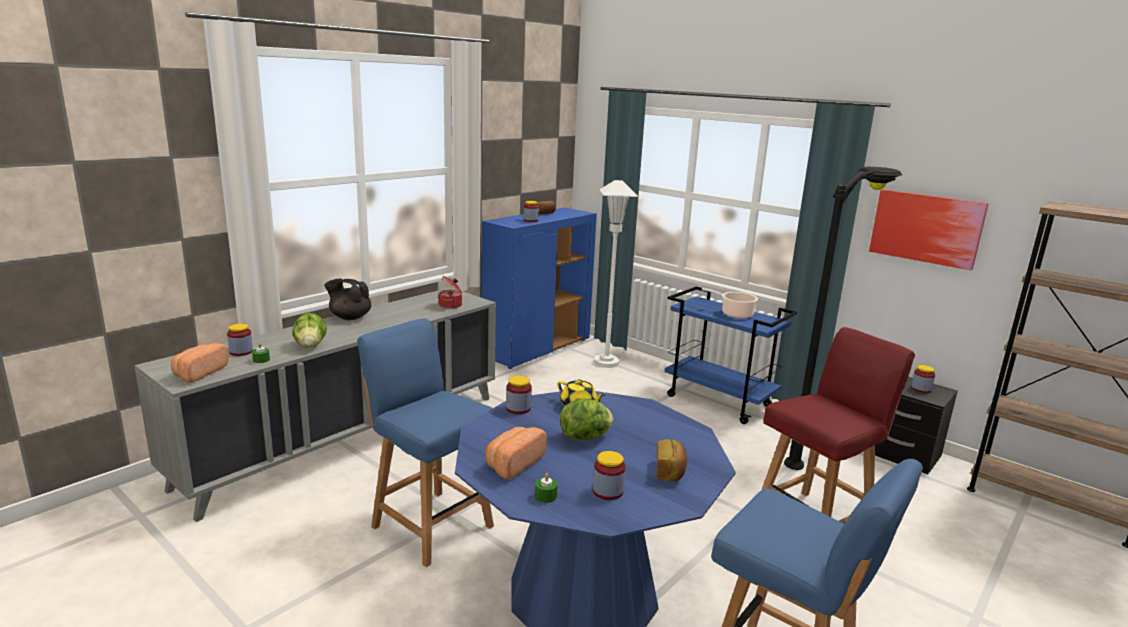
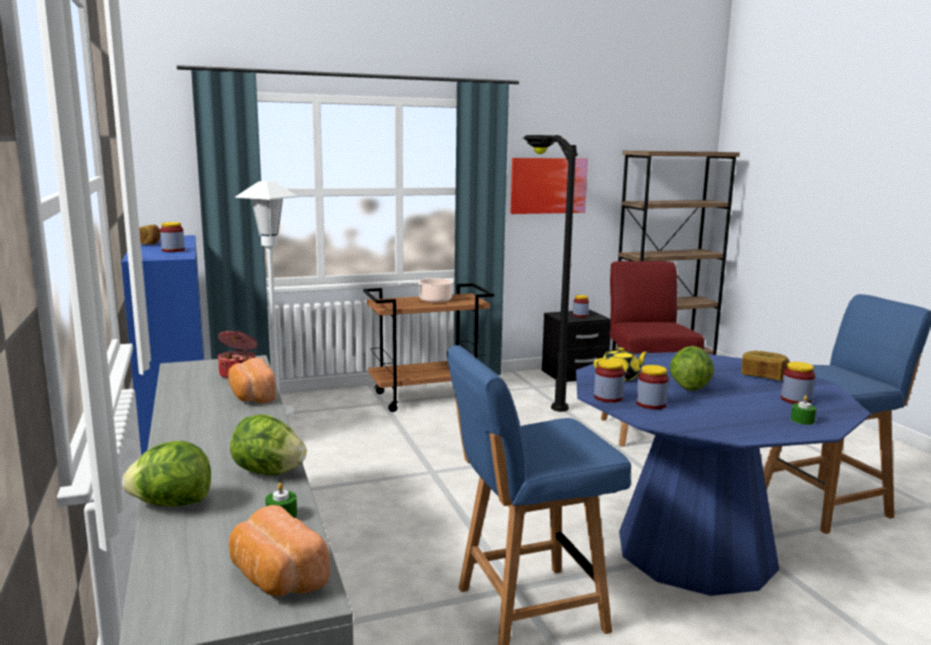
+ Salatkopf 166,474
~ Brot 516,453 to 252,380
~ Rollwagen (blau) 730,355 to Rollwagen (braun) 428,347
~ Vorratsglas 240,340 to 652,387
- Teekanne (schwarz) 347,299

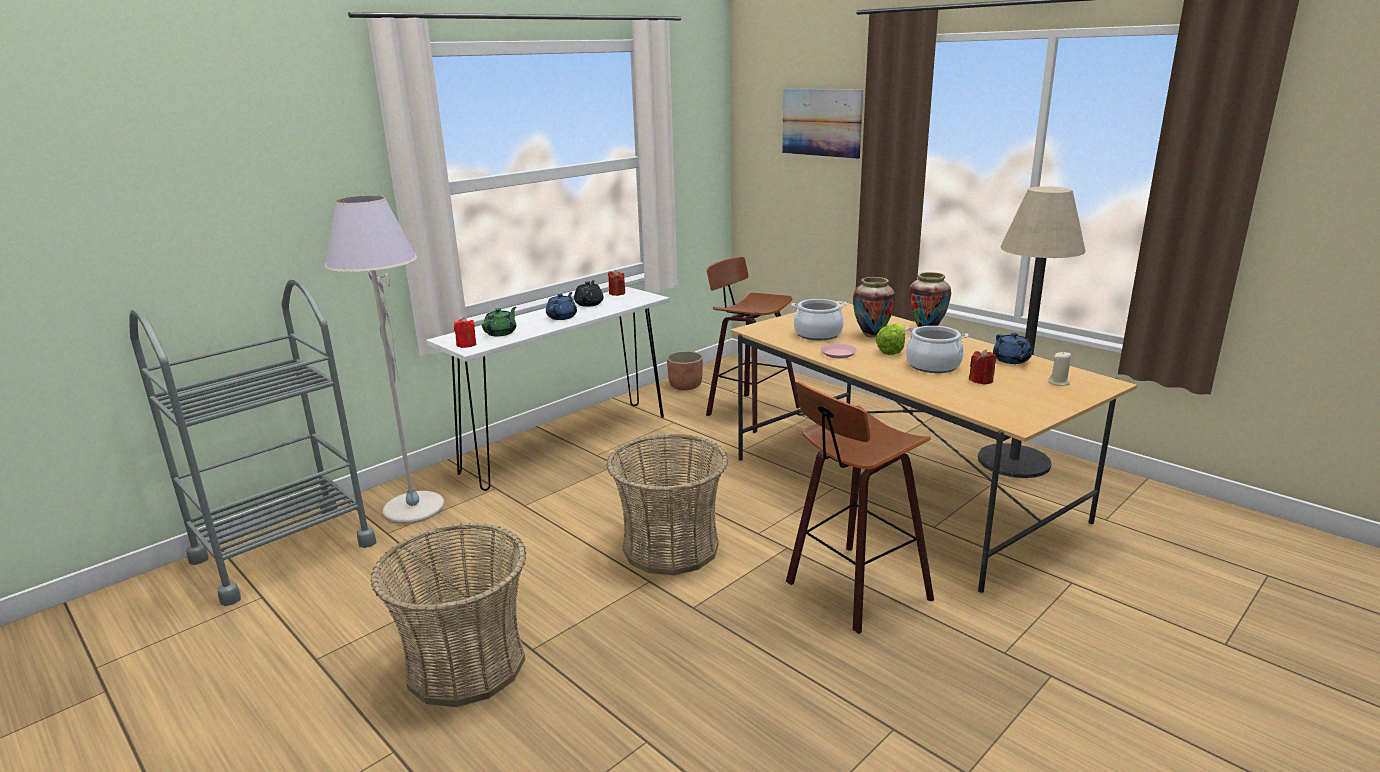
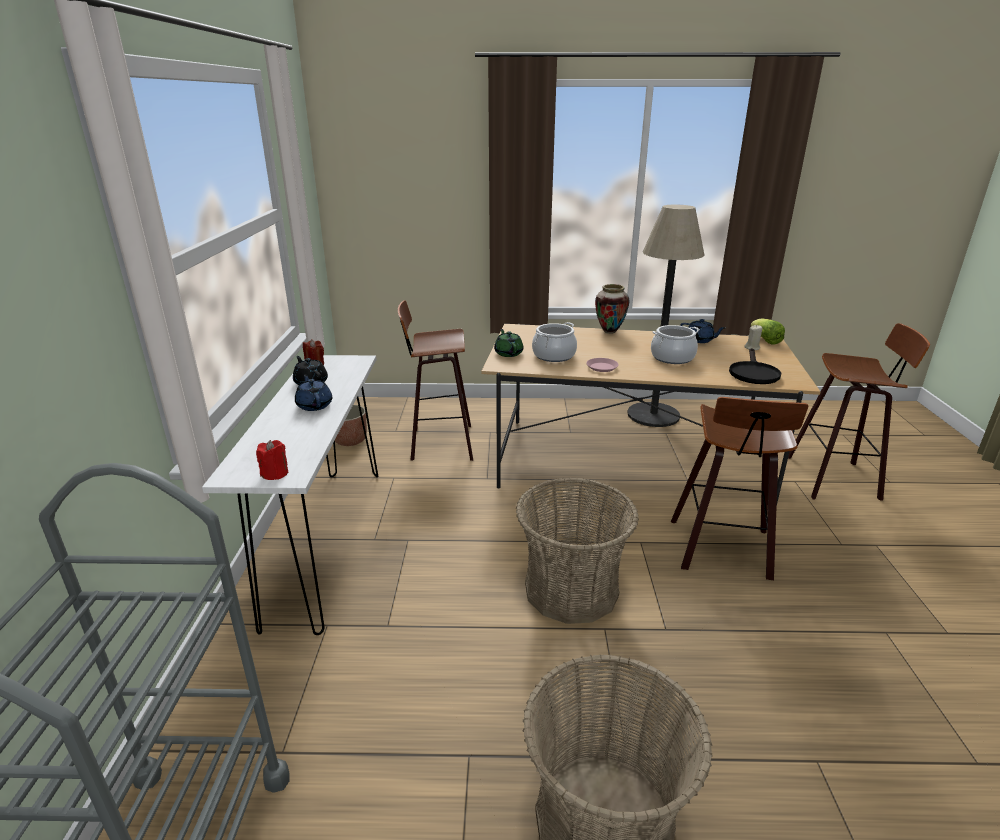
~ Teekanne (grün) 499,321 to 509,343
+ Pfanne (schwarz) 755,366
~ Salatkopf 890,339 to 768,331
+ Hocker 859,411
- Stehlampe (grau) 384,359
- Bild 822,124
- Vase 874,307
- Kerze (rot) 982,366

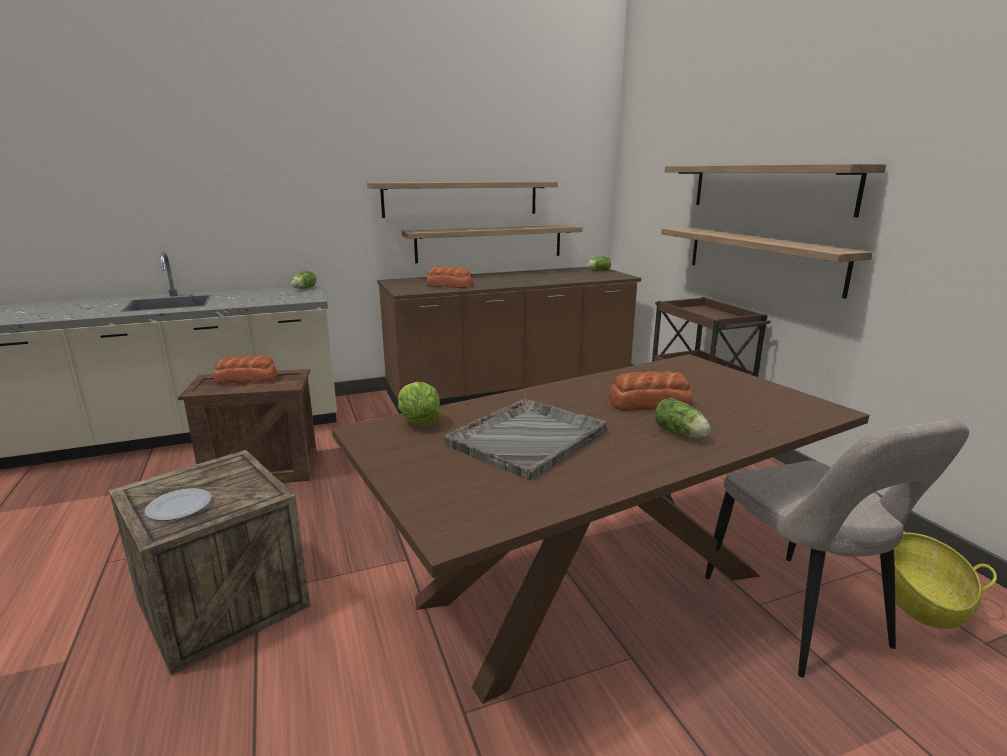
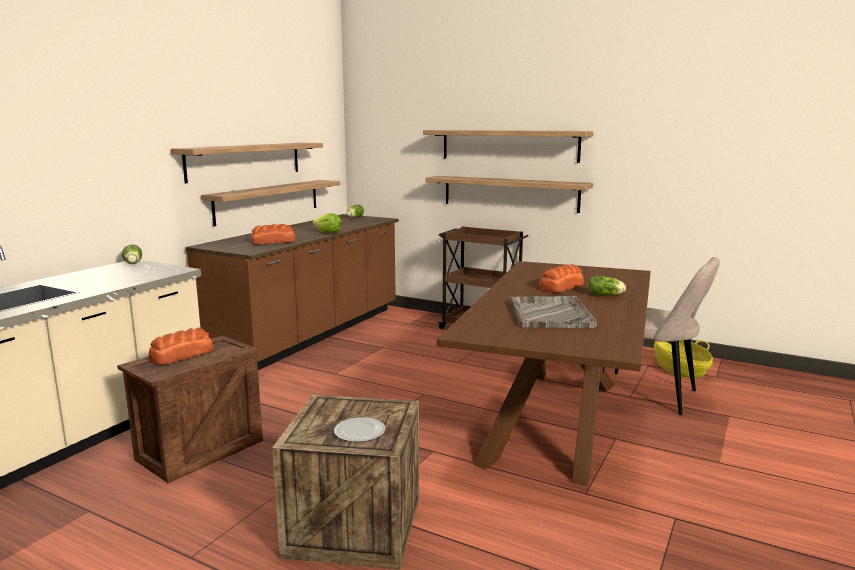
~ Salatkopf 419,403 to 327,223

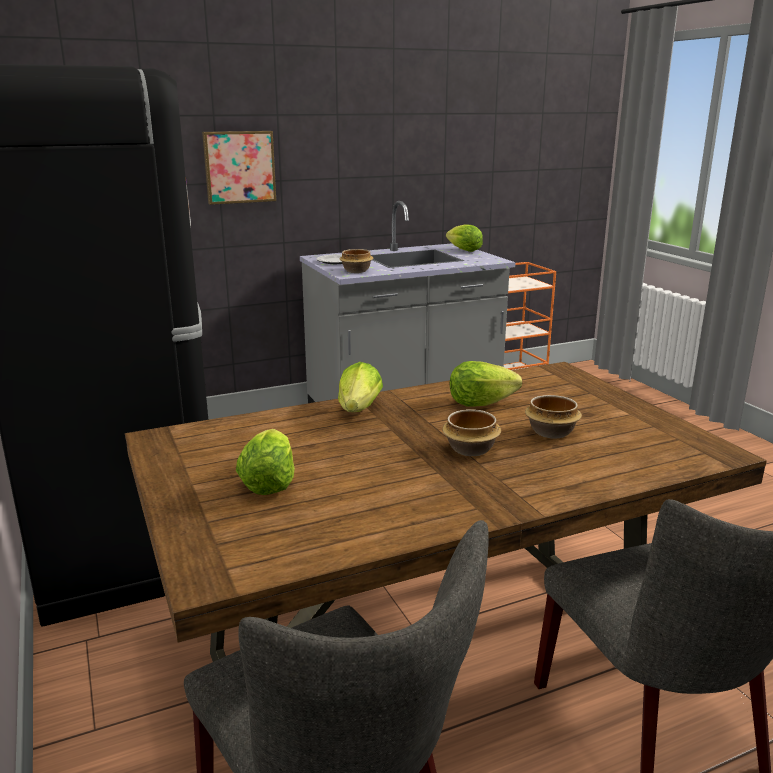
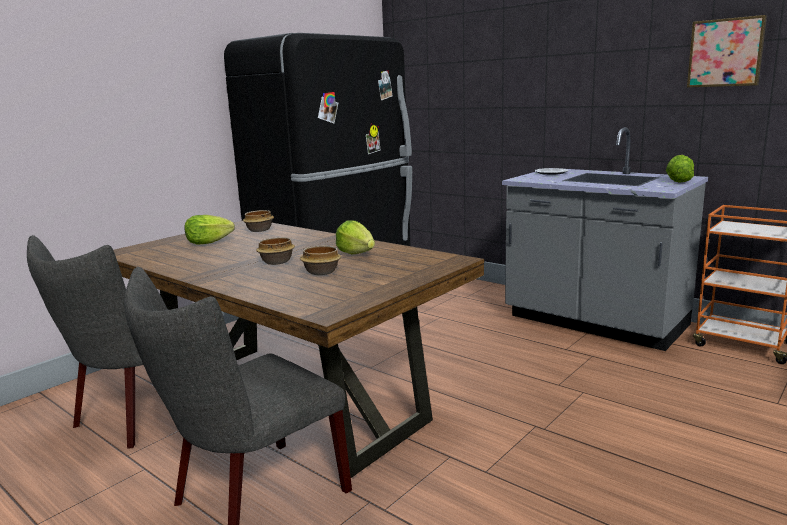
~ Schüssel 356,261 to 258,221
~ Bild 239,168 to 727,51
- Salatkopf 360,387

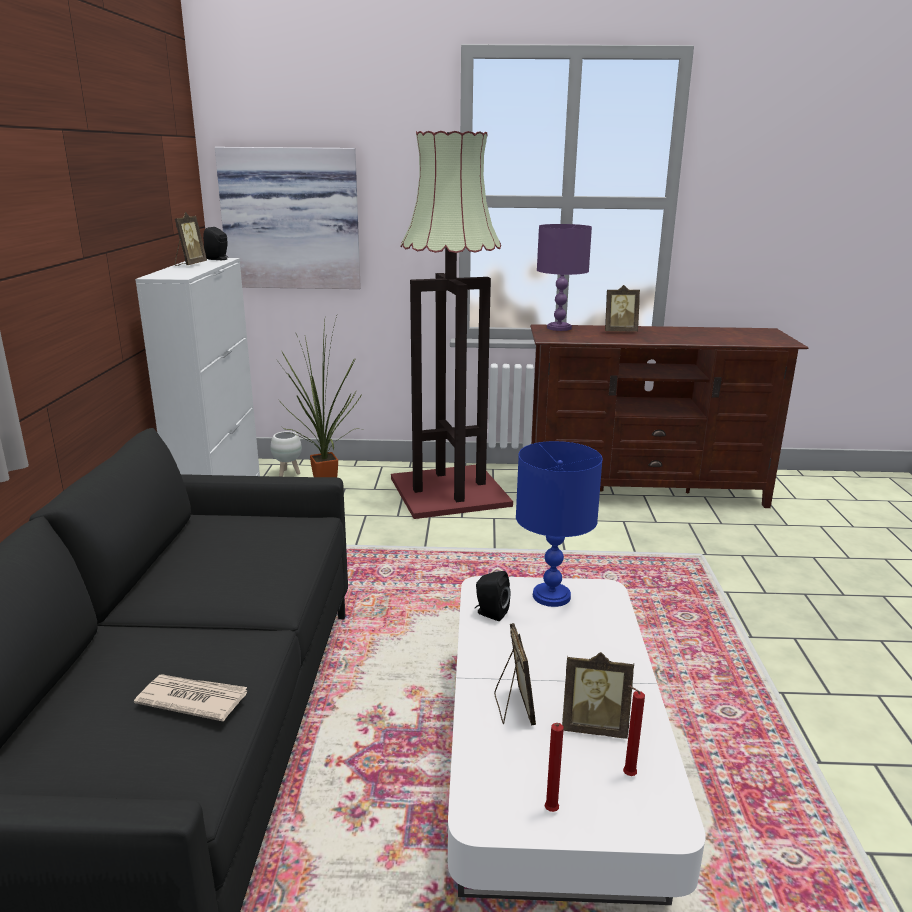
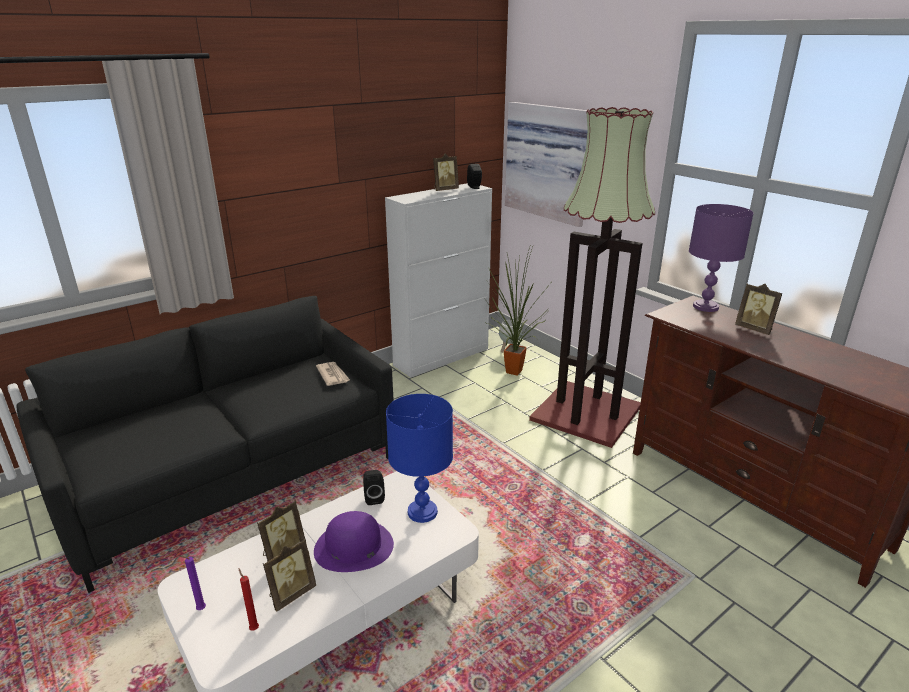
~ Kerze (rot) 554,767 to Kerze (lila) 192,582
~ Bilderrahmen 598,695 = 289,575 105 degrees counterclockwise
+ Hut (lila) 354,541
~ Zeitung 190,698 to 333,374

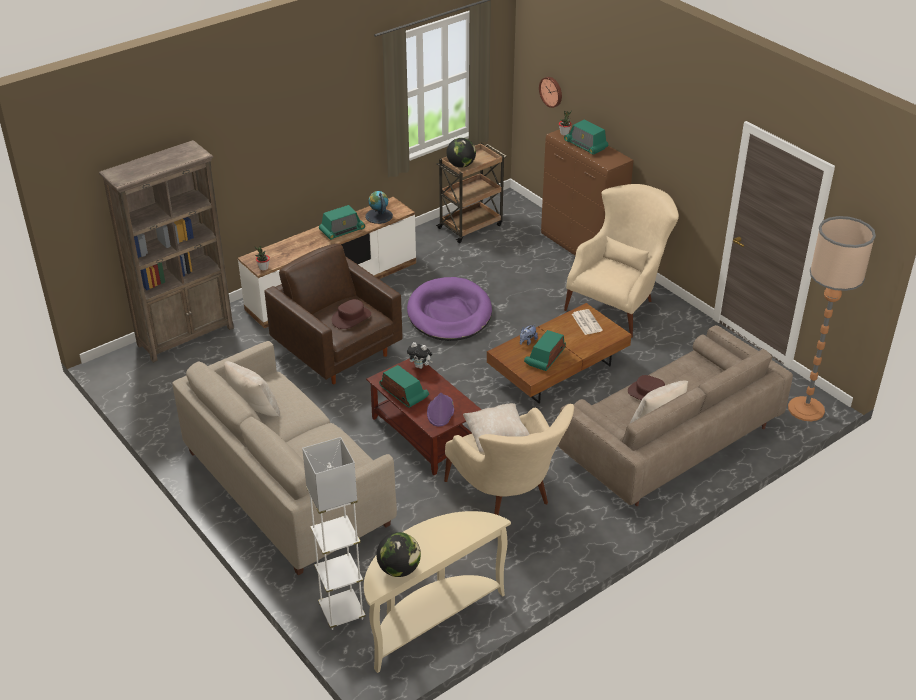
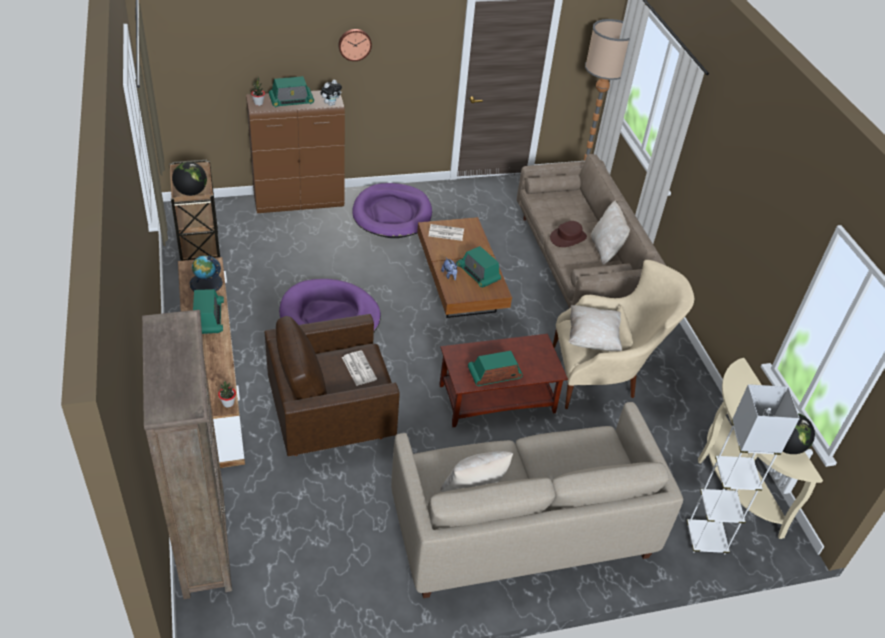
~ Plüschtier 420,355 to 331,93
~ Wanduhr 550,92 to 355,45
~ Hut (braun) 351,314 to Zeitung 359,368
~ Sessel (beige) 621,261 to Hundebett (lila) 392,210
- Hut (lila) 440,410

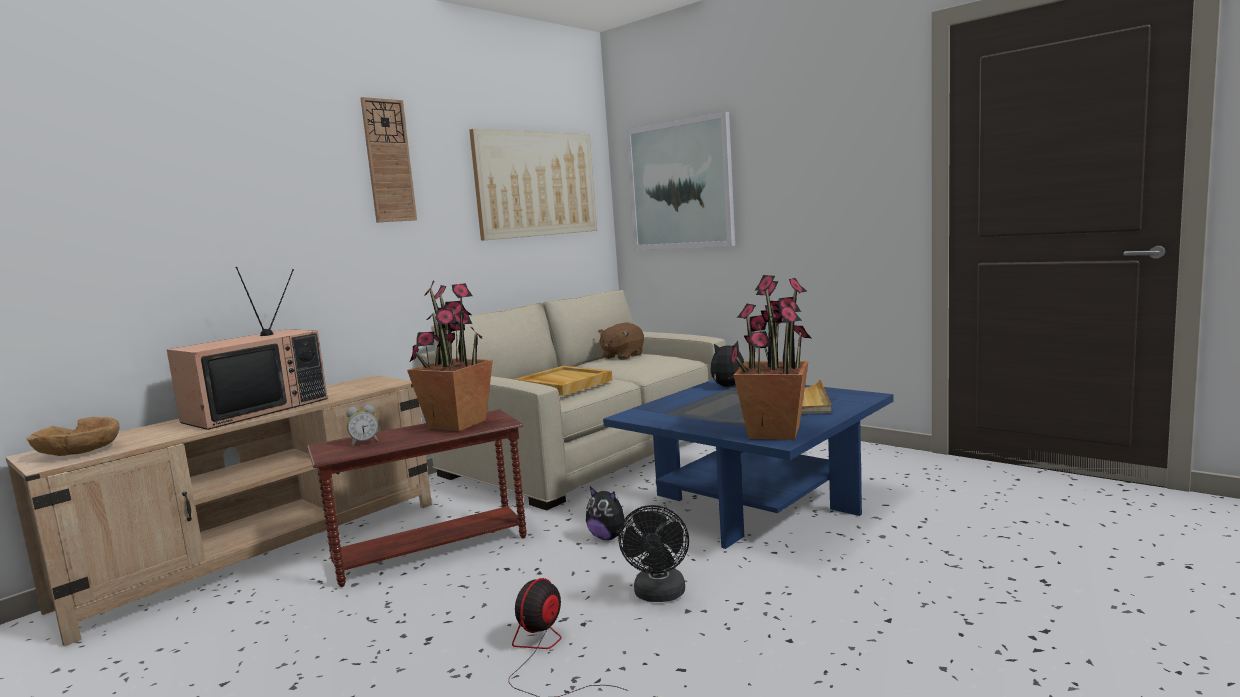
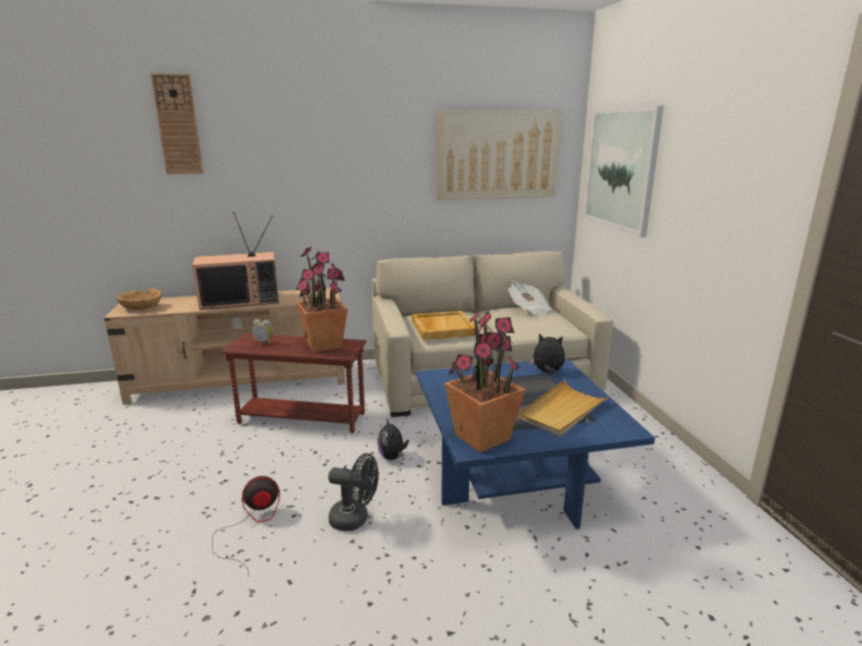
~ Wanduhr 388,160 to 177,123
~ Ventilator (schwarz) 653,553 = 353,492 120 degrees counterclockwise
~ Plüschtier (braun) 621,341 to Zeitung 530,300

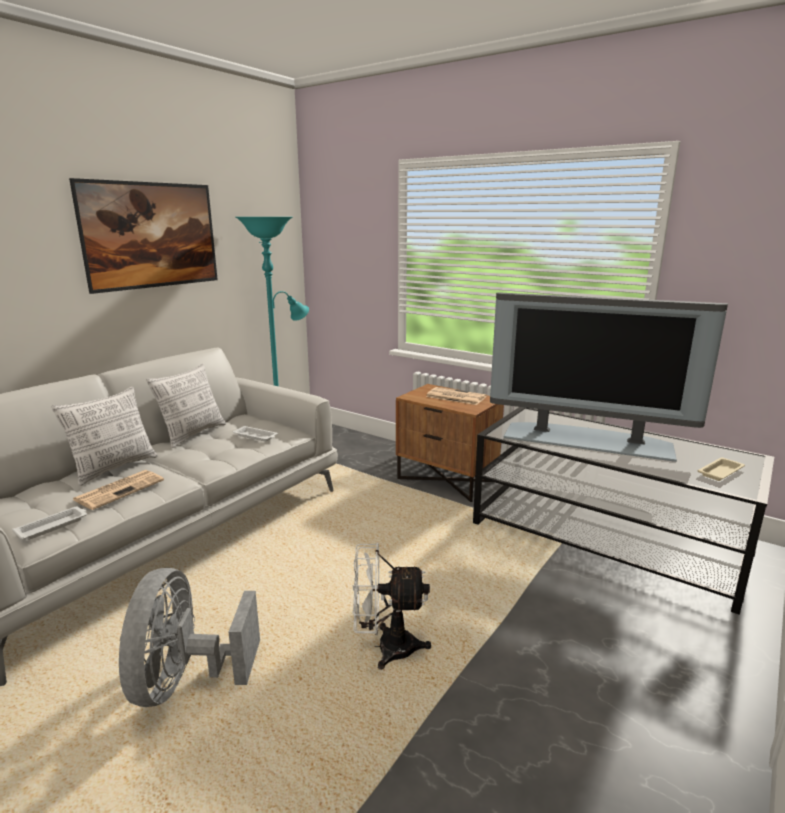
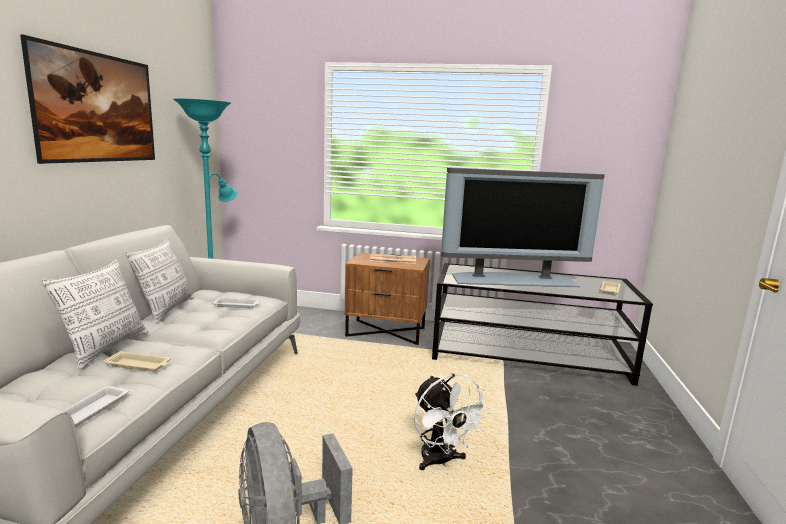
~ Zeitung 118,490 to Tablett (beige) 137,361
~ Ventilator (weiß) 391,606 = 452,421 90 degrees counterclockwise

